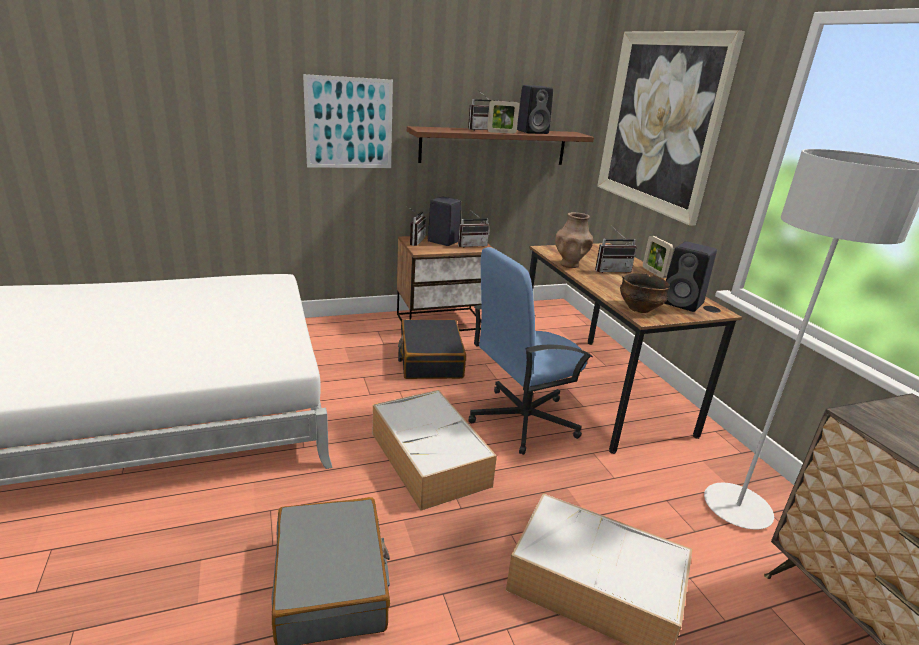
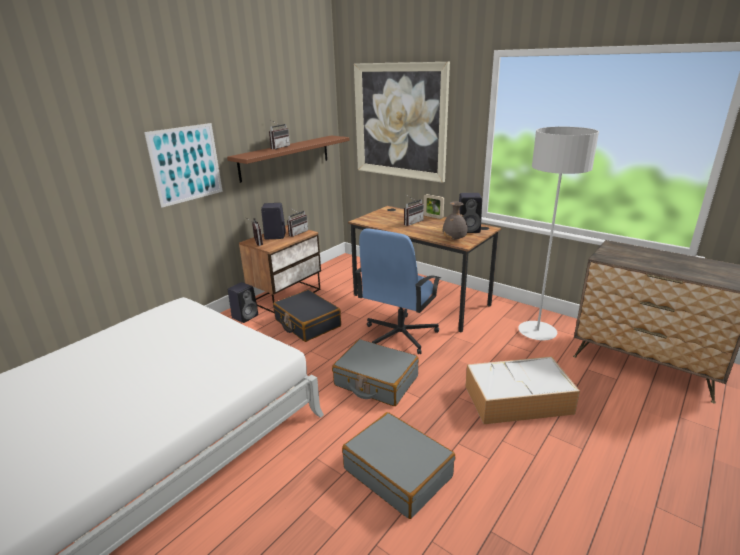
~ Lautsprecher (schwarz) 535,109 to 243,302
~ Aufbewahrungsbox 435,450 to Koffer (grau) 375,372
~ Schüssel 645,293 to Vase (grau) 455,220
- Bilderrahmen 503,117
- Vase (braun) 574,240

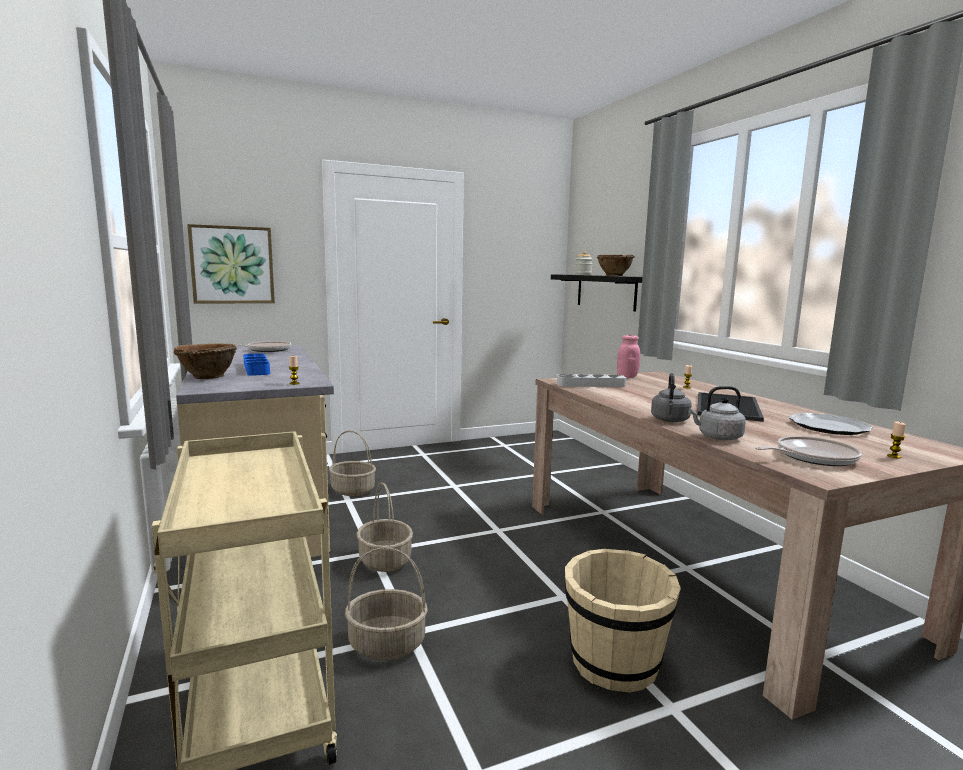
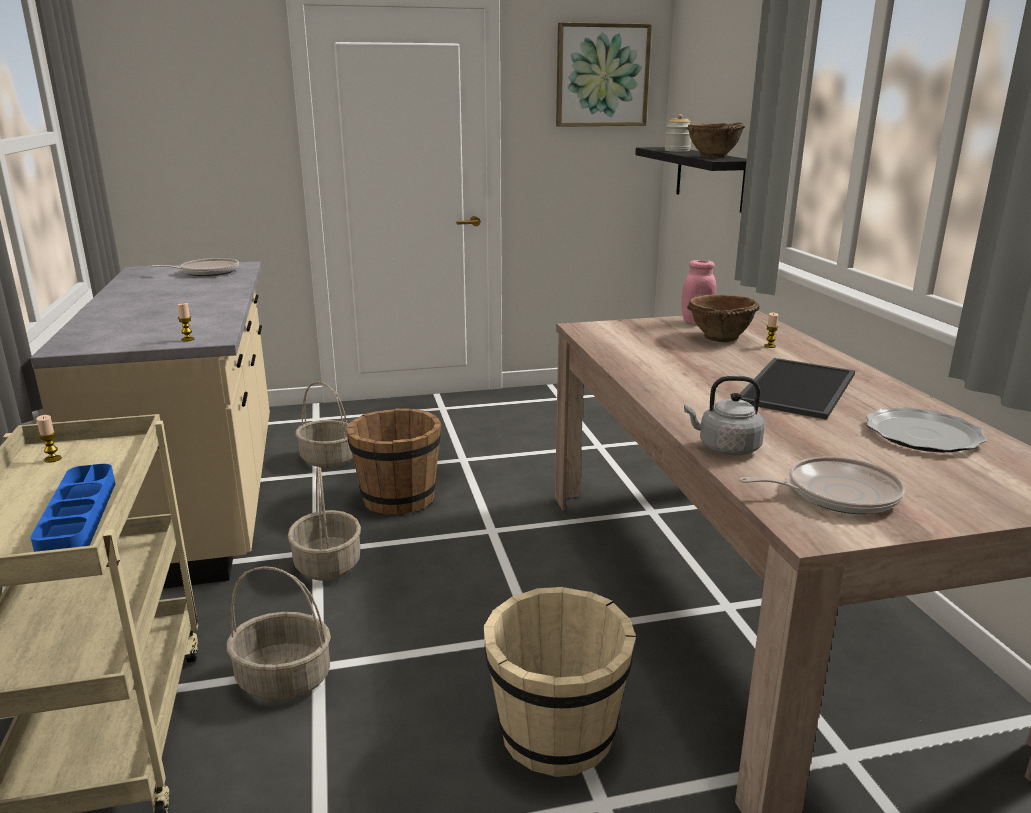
~ Tablett (blau) 256,364 to 72,508
~ Kerze 896,440 to 49,439
+ Eimer (braun) 393,461
~ Bild 231,264 to 604,74
~ Schüssel (braun) 205,361 to 723,318
- Tablett (grau) 591,380
- Wasserkessel (grau) 671,397

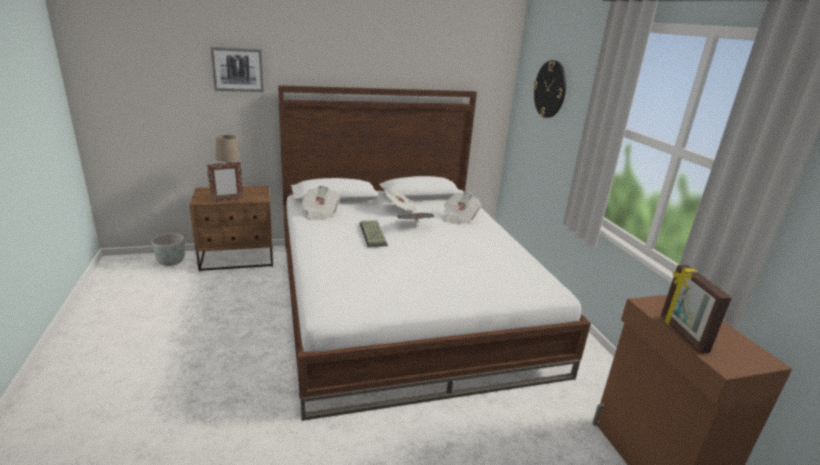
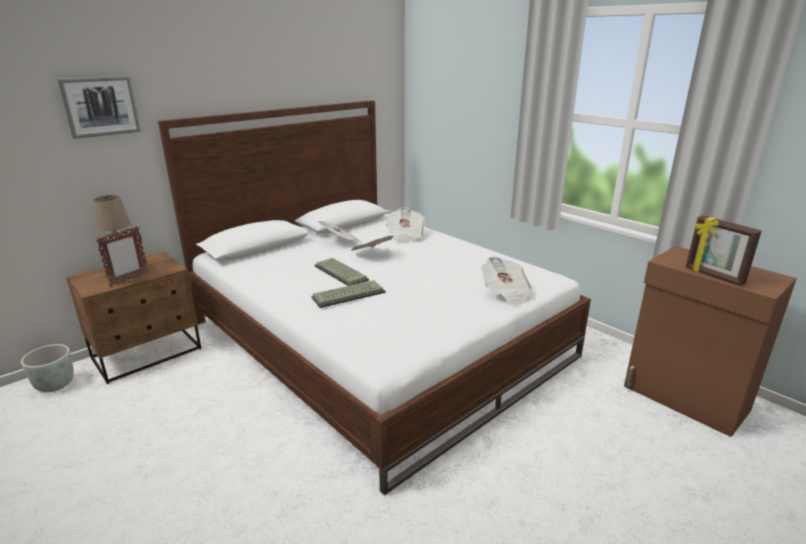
+ Tastatur 348,294
~ Zeitung 321,203 to 507,281
- Wanduhr 549,89

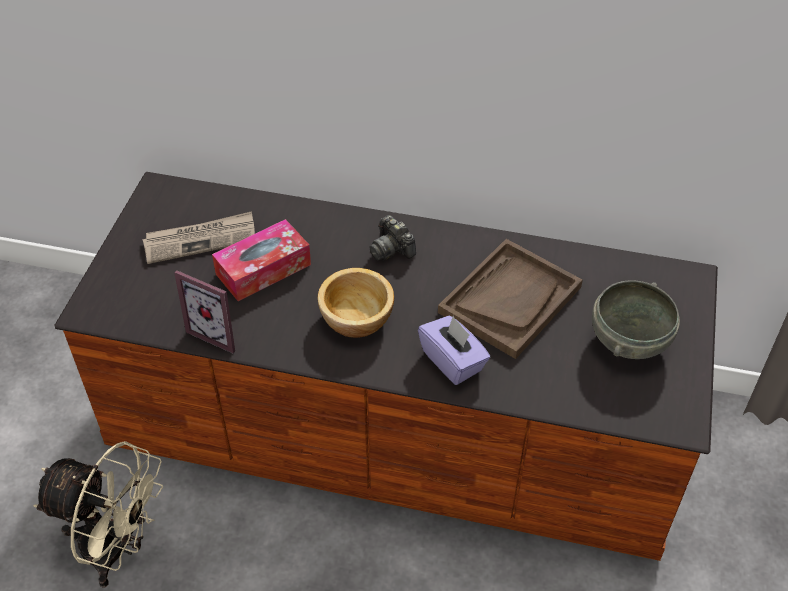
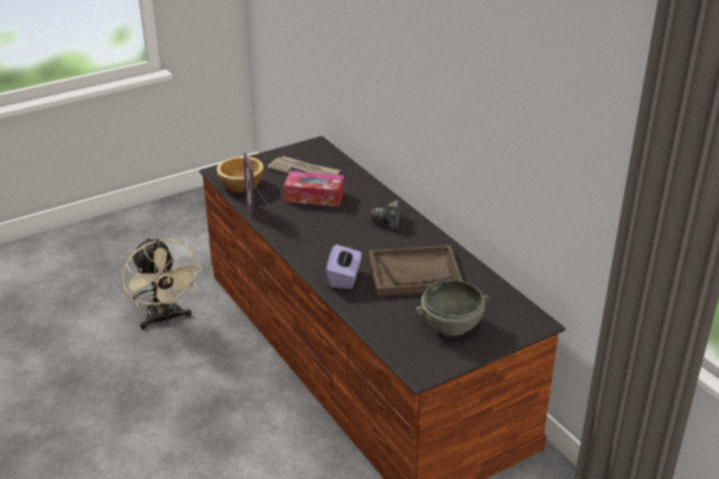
~ Schüssel 356,303 to 240,174

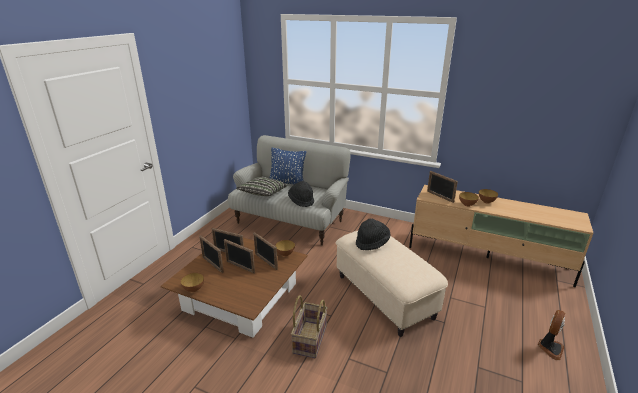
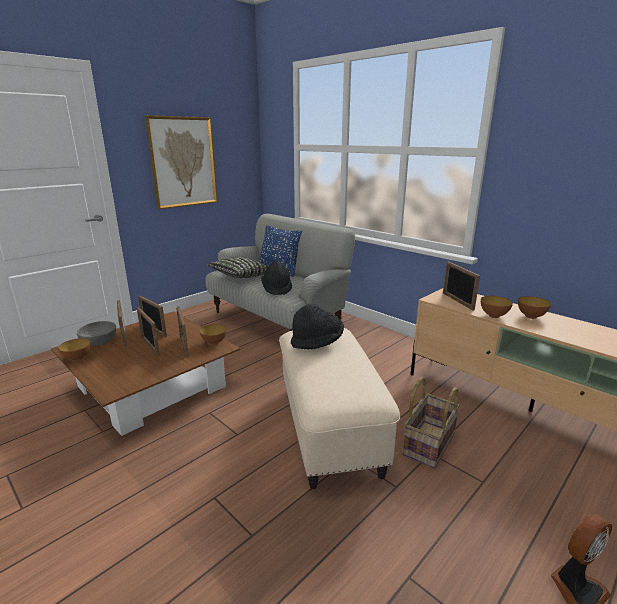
+ Schüssel (grau) 96,333
+ Bild 181,162
~ Korb 309,326 to 431,423

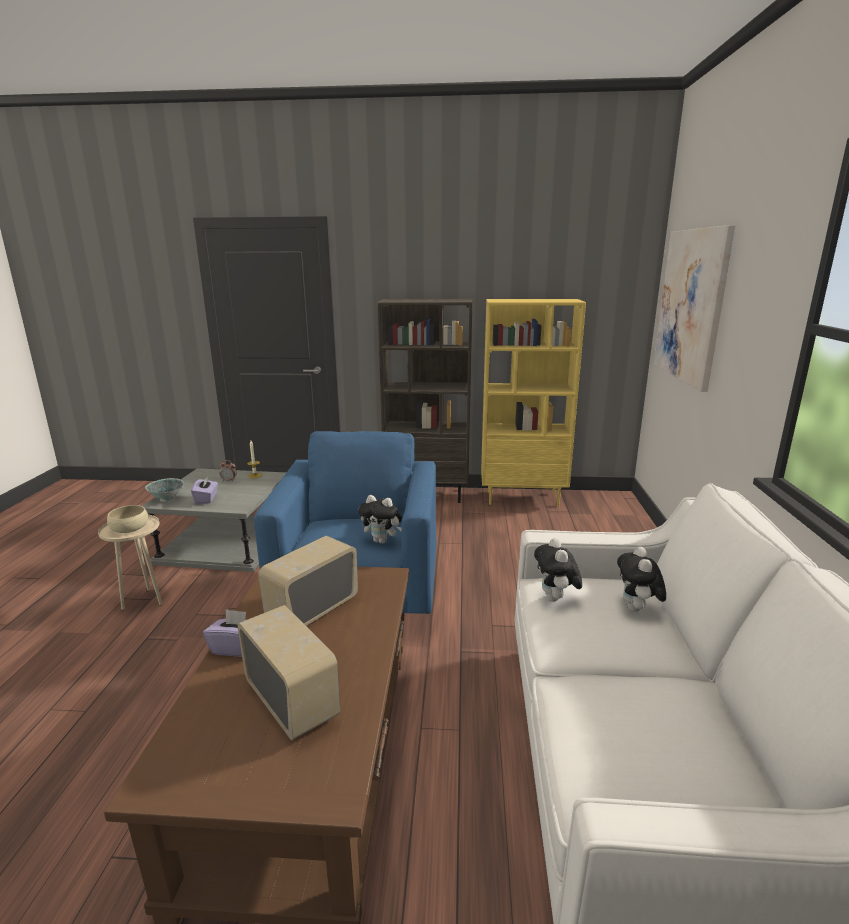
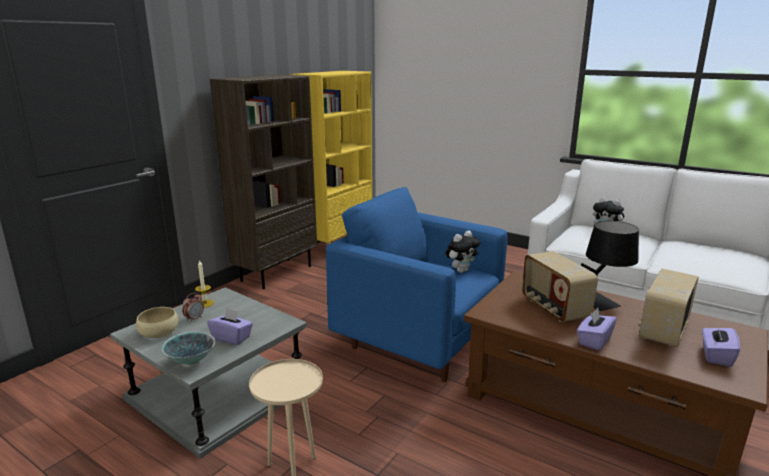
~ Schüssel (beige) 127,519 to 157,322
+ Tischlampe (schwarz) 610,266
~ Radio 288,672 = 668,307 45 degrees counterclockwise
+ Taschentuchbox (lila) 721,345
- Plüschtier 558,570
- Bild 694,308

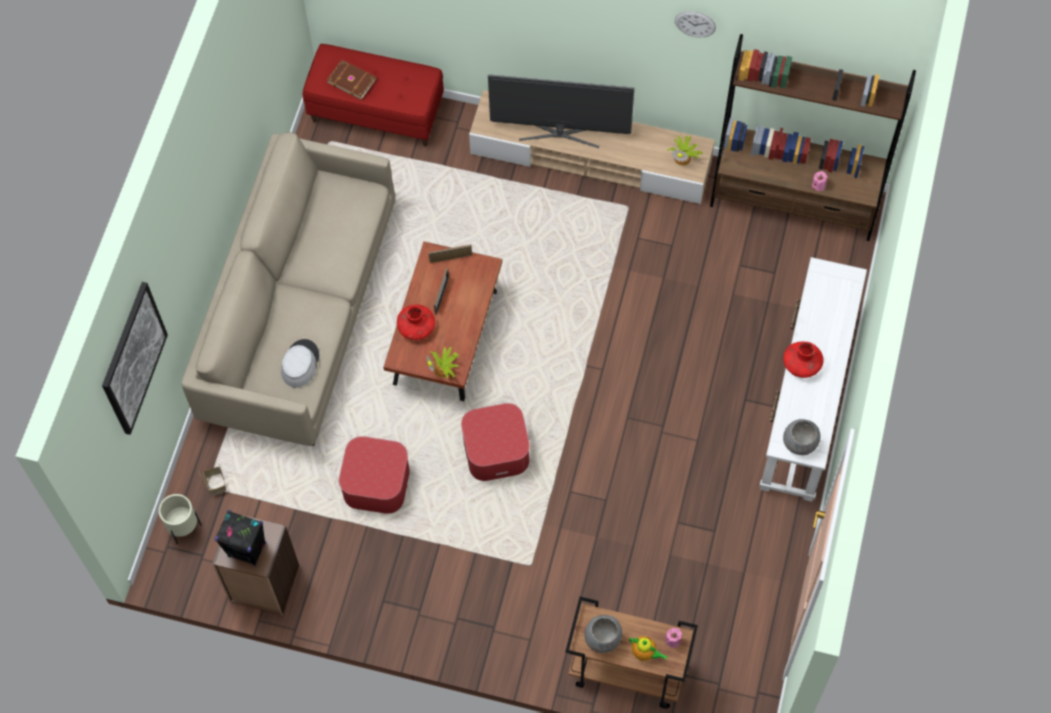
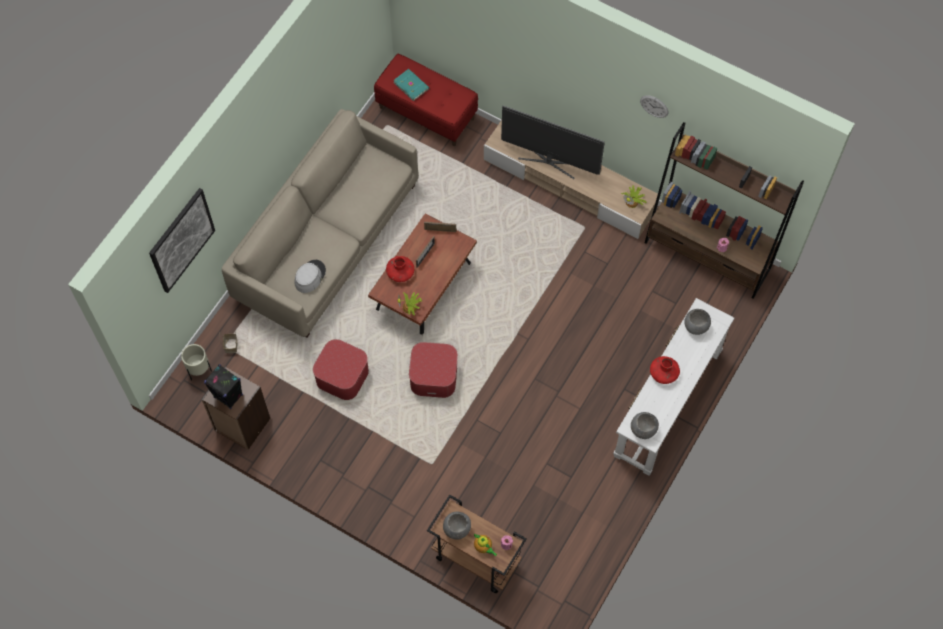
~ Buch (braun) 352,80 to Buch (türkis) 411,85
+ Schüssel (grau) 697,322

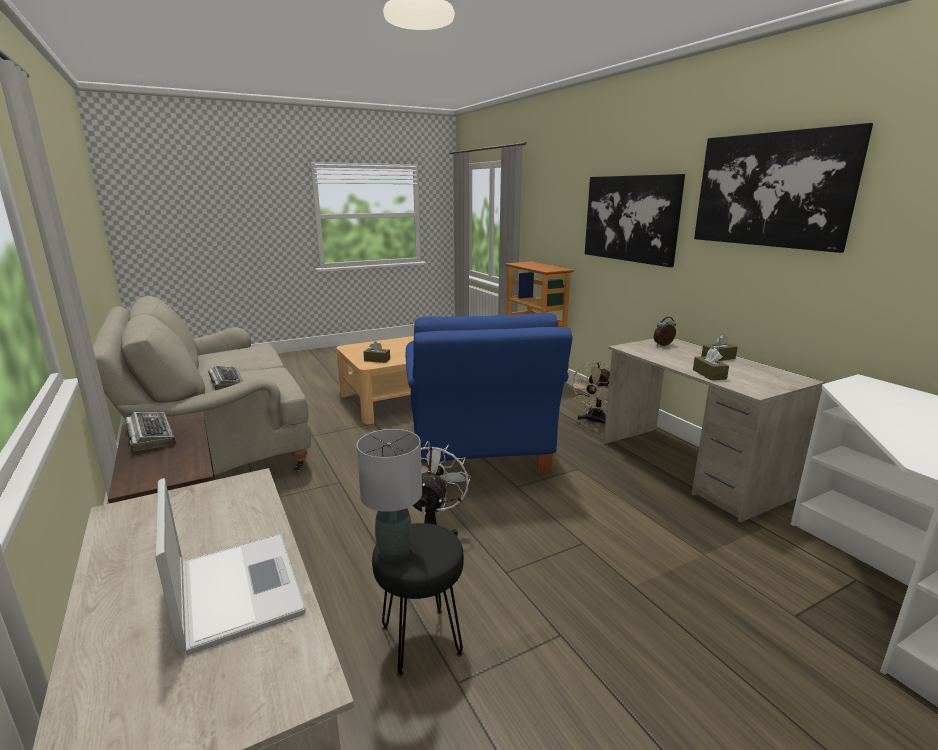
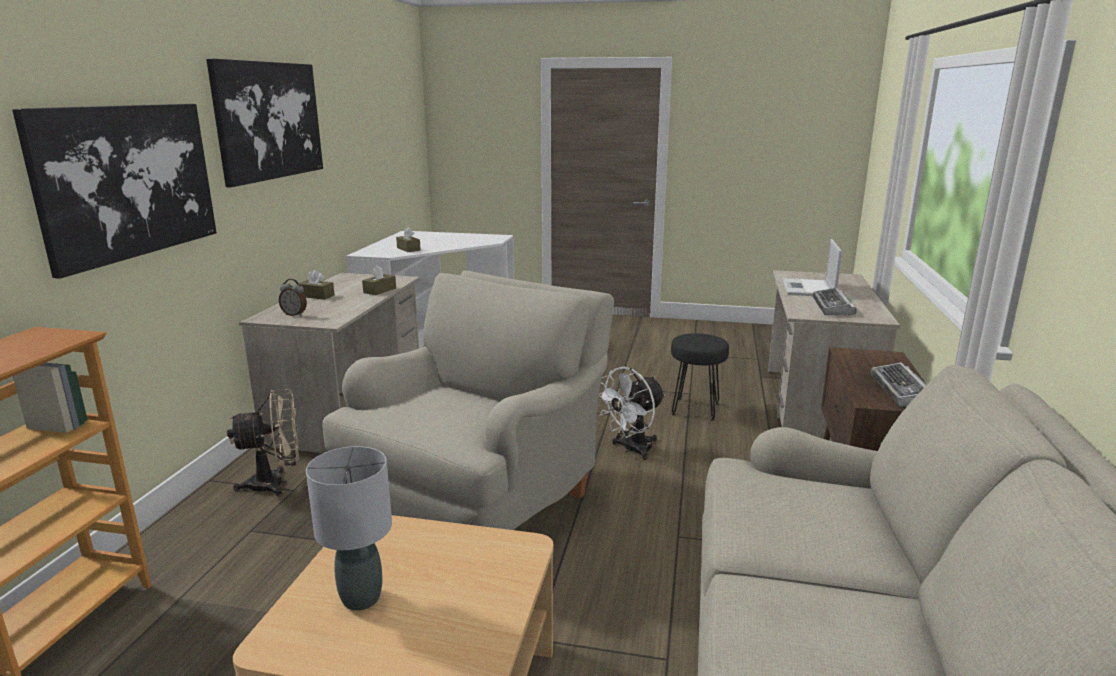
~ Tischlampe (grau) 389,495 to 349,528
~ Sessel (blau) 489,393 to Sessel (beige) 468,400
~ Taschentuchbox (braun) 377,352 to 408,239
~ Tastatur 225,378 to 835,301

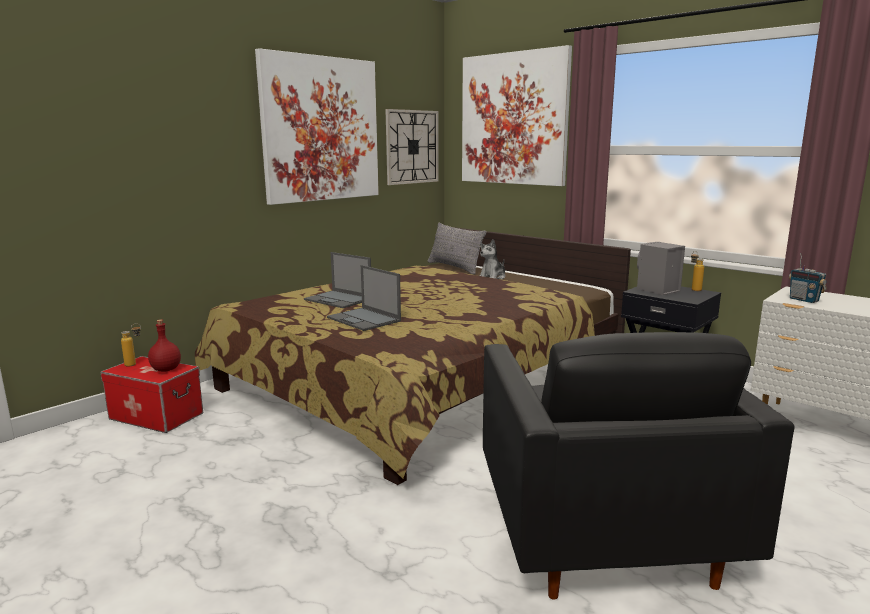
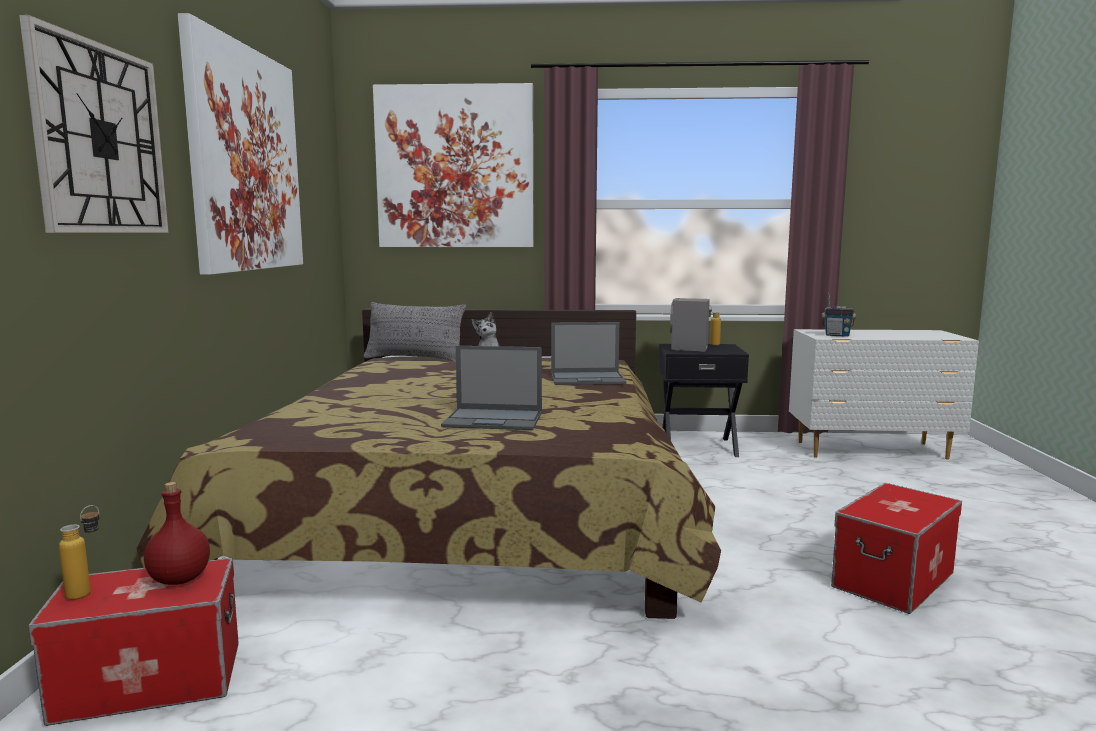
~ Wanduhr 412,147 to 94,124
~ Laptop 337,280 to 588,353
~ Sessel (schwarz) 639,465 to Aufbewahrungsbox 896,548

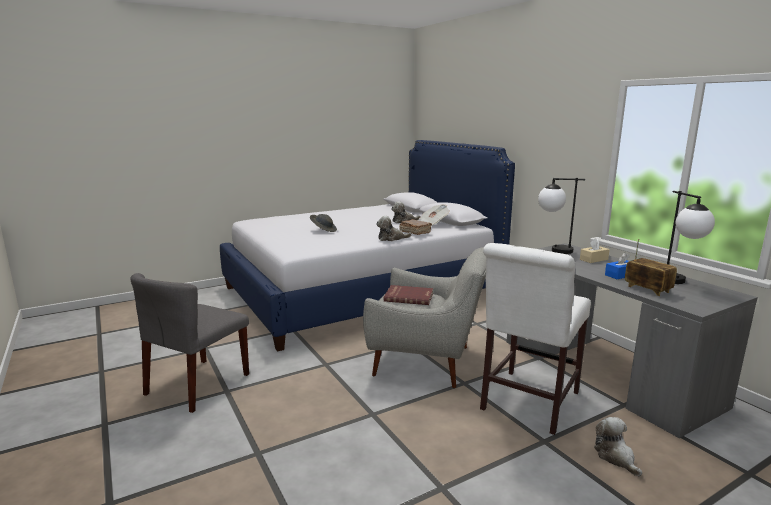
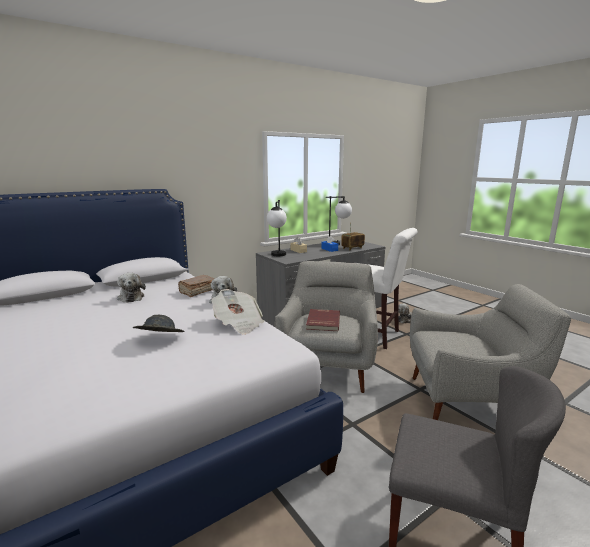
~ Zeitung 434,214 to 238,312
+ Sessel (grau) 491,352

